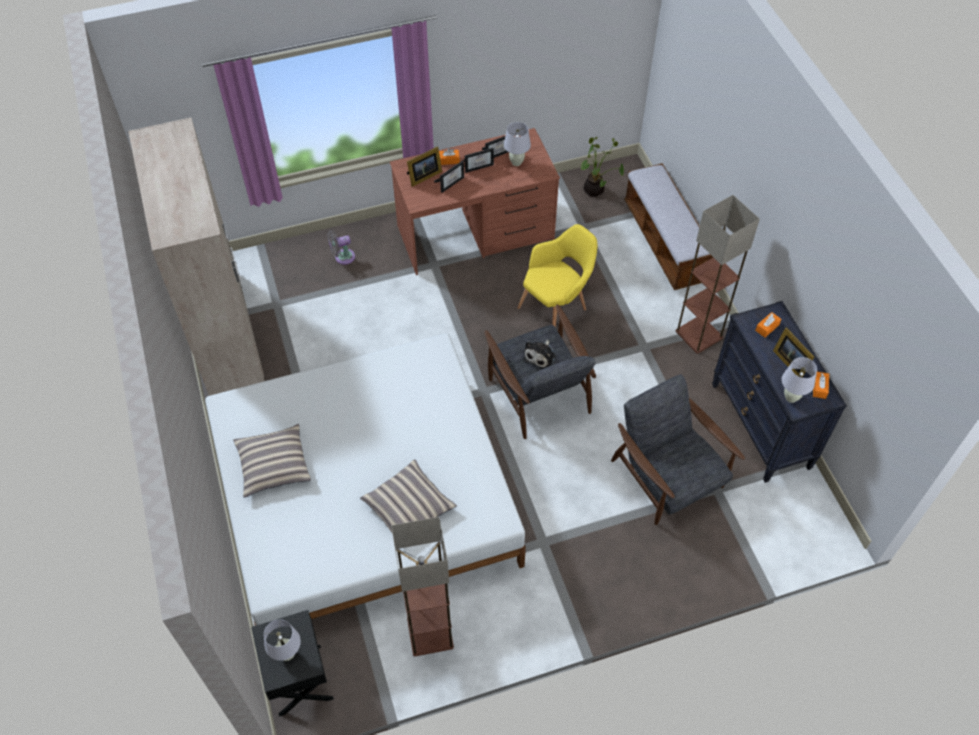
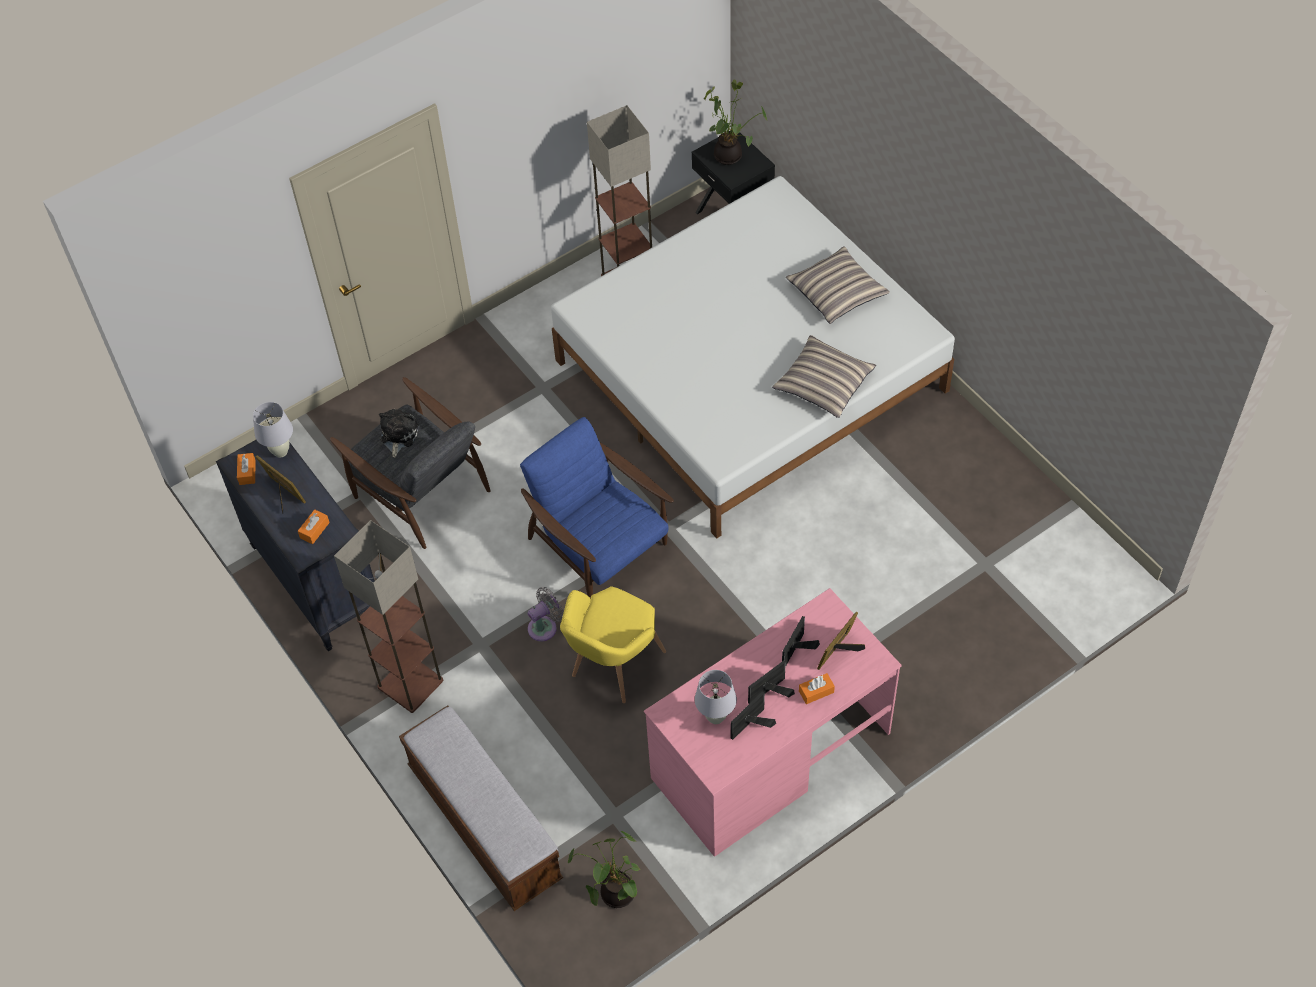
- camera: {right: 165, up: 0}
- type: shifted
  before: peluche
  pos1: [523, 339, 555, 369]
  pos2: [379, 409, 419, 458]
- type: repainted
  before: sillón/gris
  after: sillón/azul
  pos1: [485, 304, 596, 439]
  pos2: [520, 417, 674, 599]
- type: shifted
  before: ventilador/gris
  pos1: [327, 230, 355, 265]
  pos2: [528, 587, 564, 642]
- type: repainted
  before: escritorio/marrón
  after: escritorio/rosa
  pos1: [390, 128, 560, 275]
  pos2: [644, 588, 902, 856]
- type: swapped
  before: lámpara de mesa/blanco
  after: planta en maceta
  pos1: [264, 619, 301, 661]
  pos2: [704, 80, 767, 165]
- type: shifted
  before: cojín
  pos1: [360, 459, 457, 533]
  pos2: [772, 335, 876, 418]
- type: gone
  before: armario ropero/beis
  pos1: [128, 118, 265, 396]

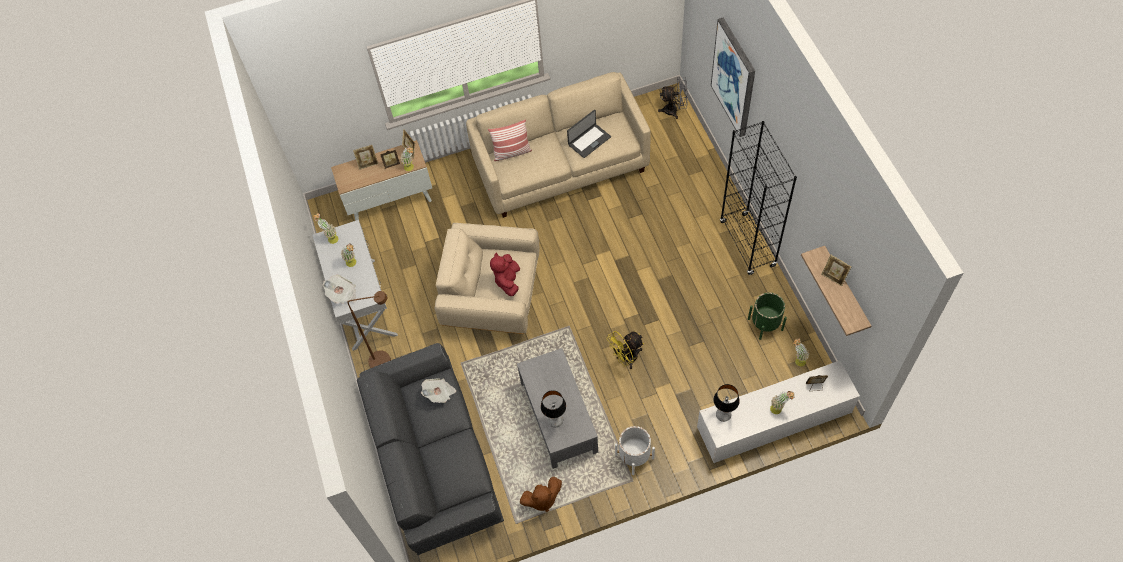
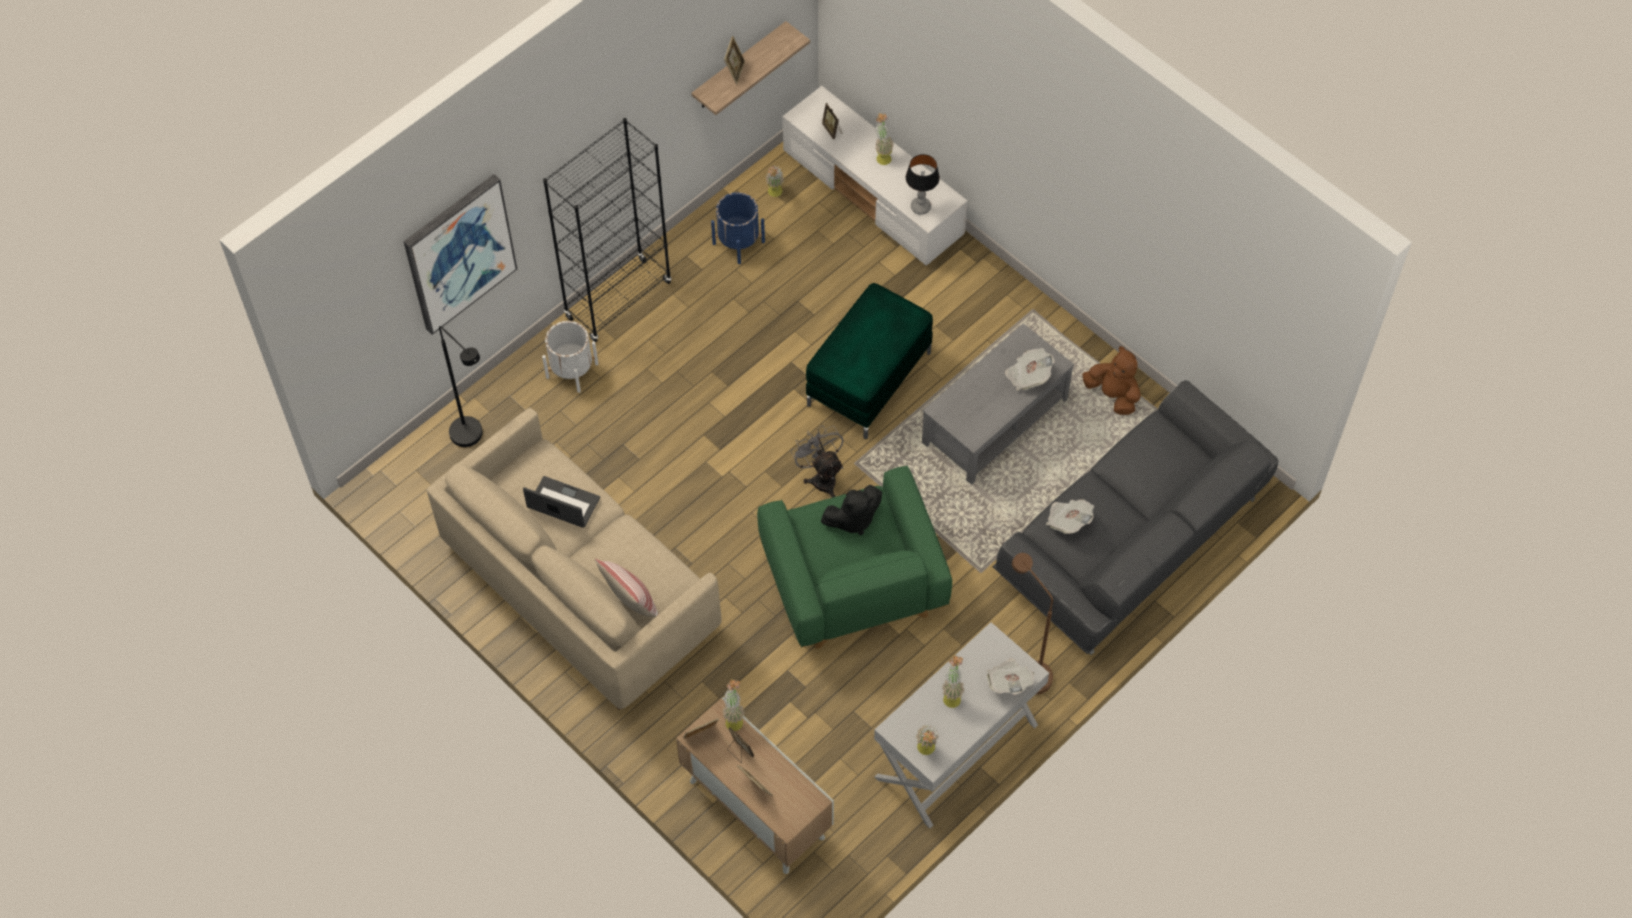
- camera: {right: -120, up: 0}
- type: new
  after: lámpara de pie/negro
  pos2: [439, 326, 483, 447]
- type: shifted
  before: maceta/blanco
  pos1: [615, 426, 655, 475]
  pos2: [542, 321, 598, 393]
- type: repainted
  before: maceta/verde
  after: maceta/azul
  pos1: [748, 292, 787, 340]
  pos2: [711, 192, 765, 264]
- type: repainted
  before: sillón/beis
  after: sillón/verde
  pos1: [434, 223, 540, 334]
  pos2: [757, 465, 952, 649]
- type: shifted
  before: ventilador/gris
  pos1: [658, 77, 688, 119]
  pos2: [790, 425, 843, 498]
- type: swapped
  before: ventilador/amarillo
  after: puf/verde
  pos1: [608, 331, 644, 369]
  pos2: [806, 283, 933, 439]
- type: repainted
  before: peluche/rojo
  after: peluche/negro
  pos1: [490, 253, 520, 296]
  pos2: [821, 485, 882, 535]
- type: swapped
  before: lámpara de mesa
  after: periódico
  pos1: [541, 390, 566, 427]
  pos2: [1005, 348, 1055, 391]

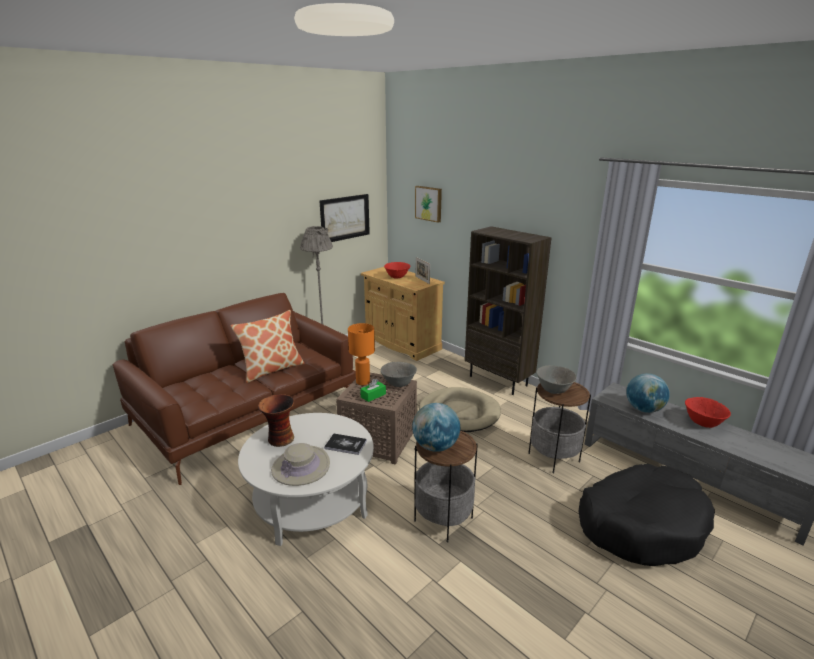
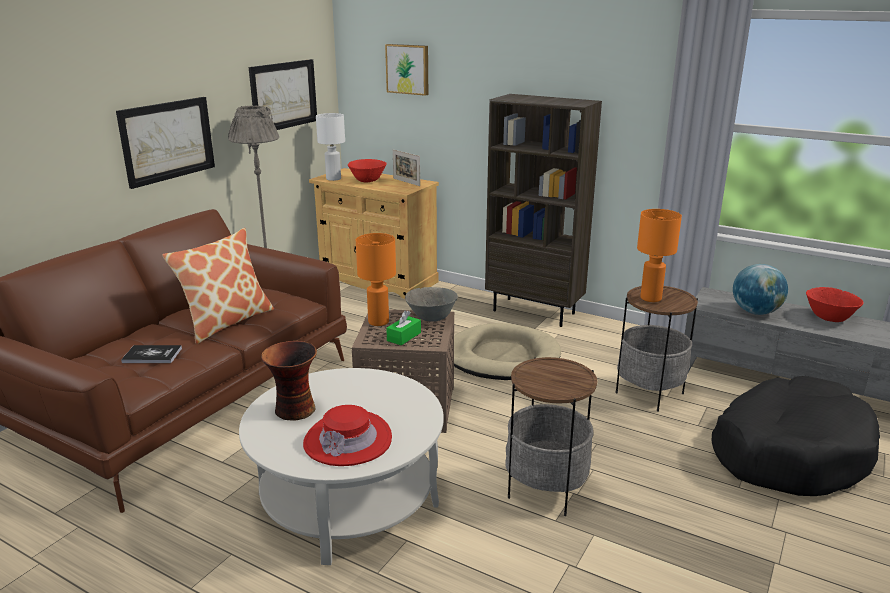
- camera: {right: -15, up: 0}
- type: new
  after: cuadro
  pos2: [116, 97, 215, 189]
- type: shifted
  before: libro
  pos1: [324, 433, 367, 455]
  pos2: [121, 345, 182, 363]
- type: repainted
  before: sombrero/beis
  after: sombrero/rojo
  pos1: [271, 443, 330, 486]
  pos2: [303, 405, 392, 466]
- type: new
  after: lámpara de mesa/blanco
  pos2: [316, 113, 345, 181]
- type: swapped
  before: cuenco/gris
  after: lámpara de mesa/naranja
  pos1: [537, 365, 577, 394]
  pos2: [637, 209, 682, 302]
- type: gone
  before: globo terráqueo
  pos1: [412, 403, 460, 452]

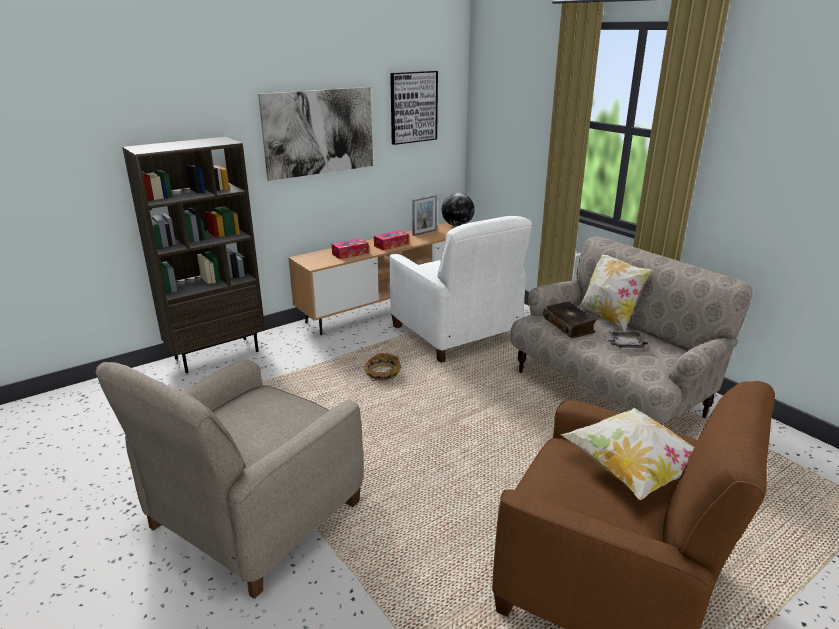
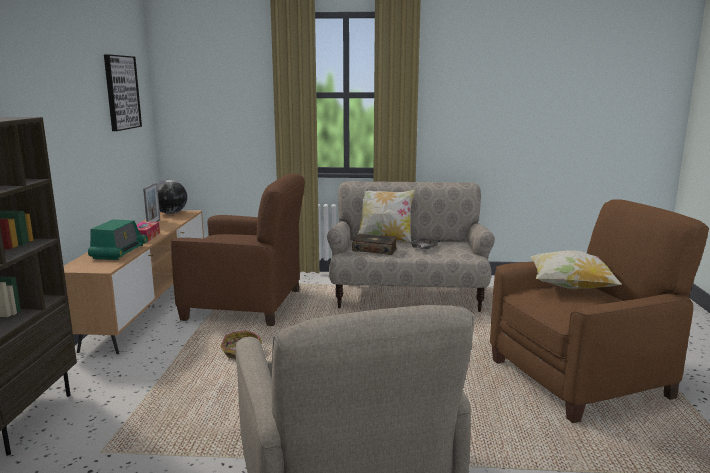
- camera: {right: -50, up: -10}
- type: swapped
  before: caja de pañuelos
  after: radio
  pos1: [332, 238, 369, 259]
  pos2: [88, 219, 148, 260]
- type: repainted
  before: sillón/blanco
  after: sillón/marrón
  pos1: [389, 216, 532, 363]
  pos2: [171, 174, 305, 326]
- type: gone
  before: cuadro
  pos1: [258, 87, 373, 181]

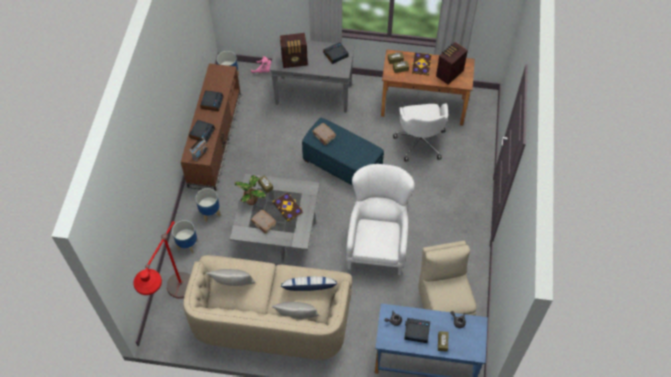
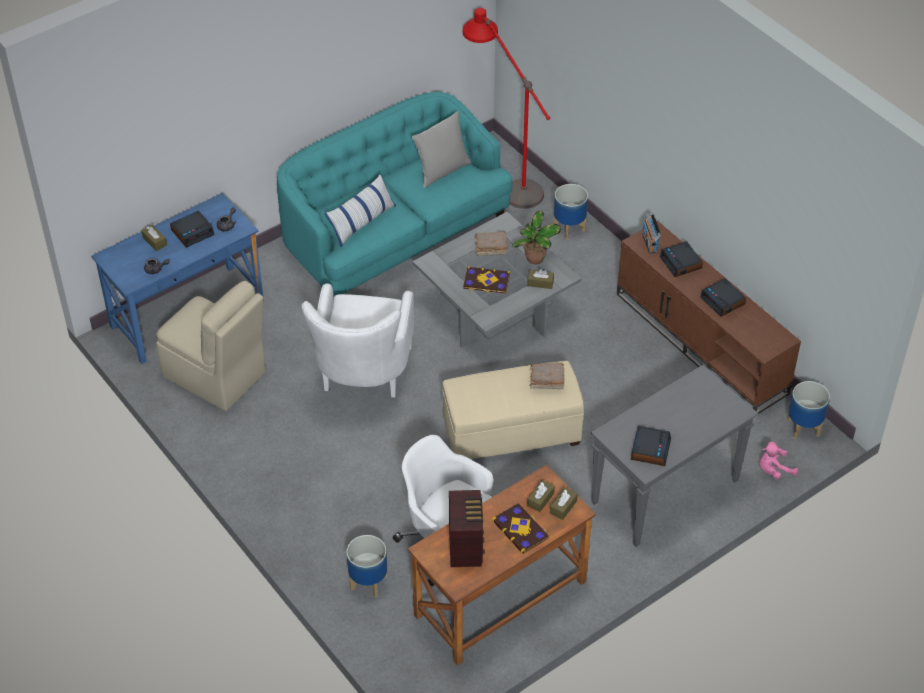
- camera: {right: 135, up: -10}
- type: repainted
  before: sofá/beis
  after: sofá/turquesa
  pos1: [183, 255, 352, 360]
  pos2: [277, 92, 512, 297]
- type: rotated
  before: sillón/blanco
  pos1: [346, 164, 414, 275]
  pos2: [302, 283, 414, 397]
  turn: 45
- type: shifted
  before: maceta
  pos1: [195, 188, 220, 222]
  pos2: [346, 535, 387, 598]
- type: repainted
  before: puf/azul
  after: puf/beis
  pos1: [302, 118, 384, 185]
  pos2: [442, 361, 584, 459]
- type: gone
  before: cojín/gris
  pos1: [271, 302, 319, 319]
- type: gone
  before: radio
  pos1: [280, 33, 308, 68]

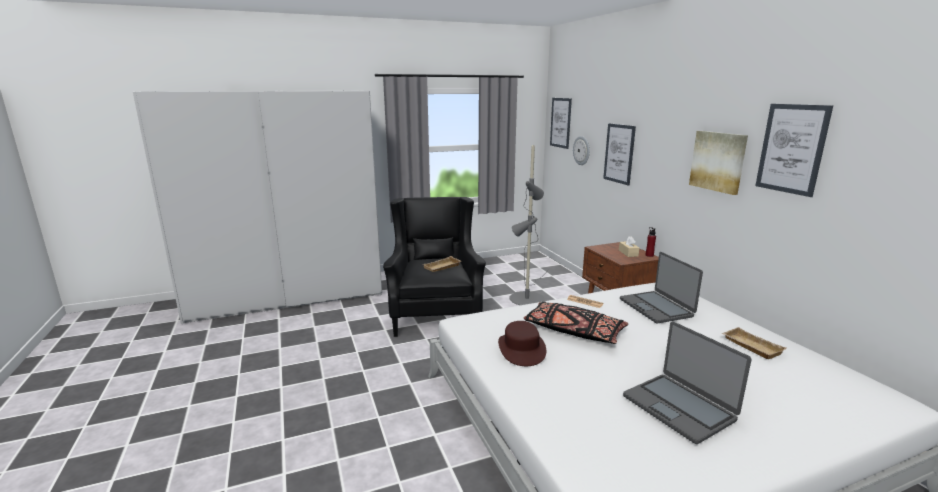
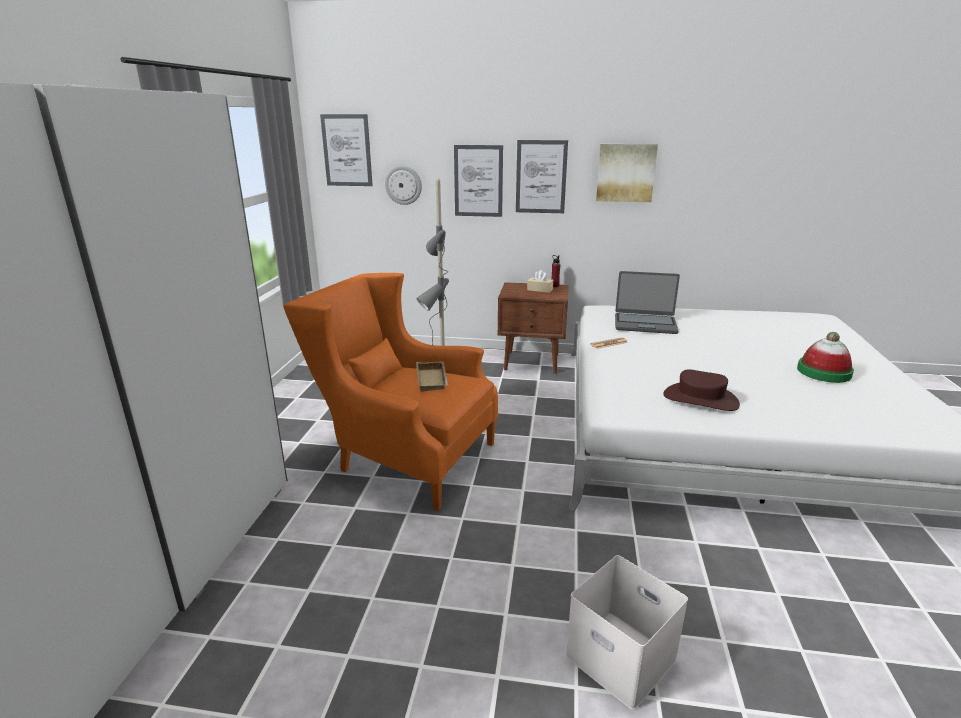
- camera: {right: -60, up: 5}
- type: repainted
  before: sillón/negro
  after: sillón/naranja
  pos1: [383, 197, 486, 337]
  pos2: [283, 273, 498, 511]
- type: shifted
  before: cuadro
  pos1: [755, 104, 833, 197]
  pos2: [516, 140, 568, 213]
- type: new
  after: caja de almacenaje/blanco
  pos2: [566, 555, 688, 710]
- type: swapped
  before: portátil
  after: sombrero
  pos1: [623, 321, 752, 444]
  pos2: [797, 332, 854, 383]
- type: gone
  before: cojín/negro
  pos1: [524, 302, 628, 344]
- type: gone
  before: bandeja/beis
  pos1: [722, 327, 786, 359]

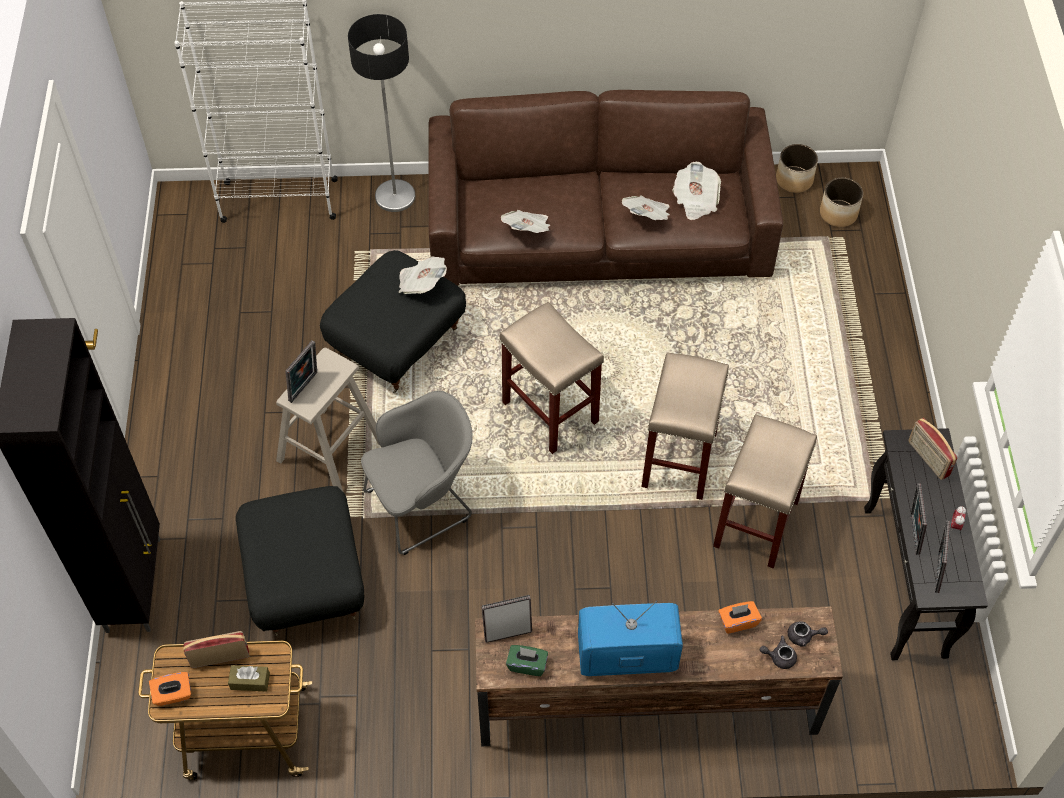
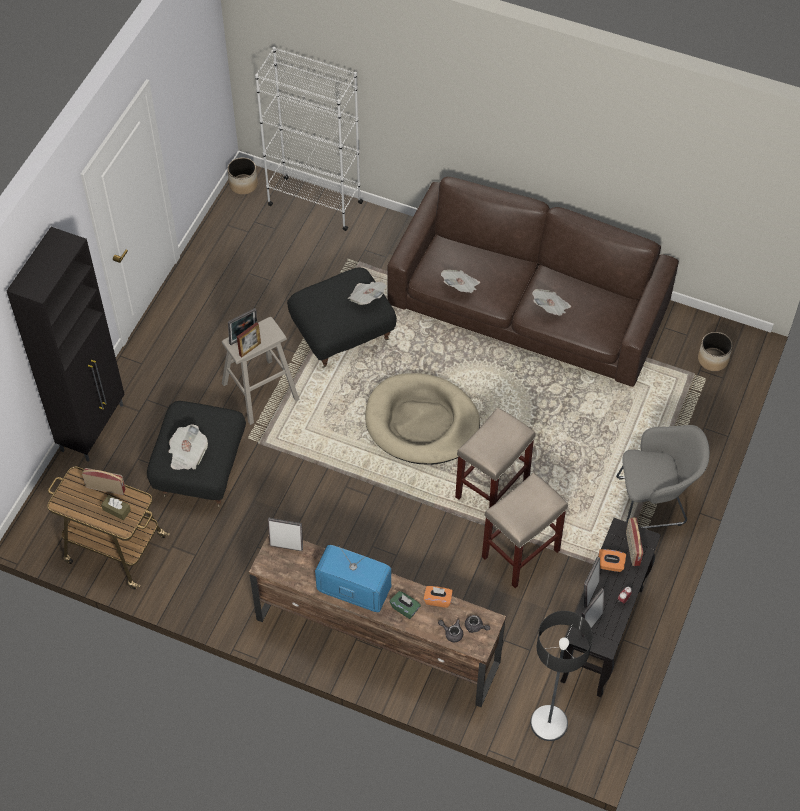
- camera: {right: 25, up: 0}
- type: shifted
  before: periódico
  pos1: [673, 162, 721, 220]
  pos2: [169, 425, 208, 470]
- type: shifted
  before: maceta
  pos1: [776, 144, 818, 193]
  pos2: [227, 158, 258, 195]
- type: new
  after: portarretratos
  pos2: [237, 322, 261, 358]
- type: swapped
  before: taburete/beis
  after: cama para perro/beis
  pos1: [500, 302, 604, 454]
  pos2: [365, 373, 480, 465]
- type: shifted
  before: caja de pañuelos/verde
  pos1: [506, 645, 548, 676]
  pos2: [390, 591, 421, 619]
- type: shifted
  before: lámpara de pie
  pos1: [348, 14, 415, 212]
  pos2: [530, 611, 593, 741]
- type: shifted
  before: caja de pañuelos/naranja
  pos1: [149, 672, 191, 706]
  pos2: [598, 549, 626, 572]
- type: shifted
  before: sillón/gris
  pos1: [361, 390, 473, 555]
  pos2: [616, 425, 710, 528]

